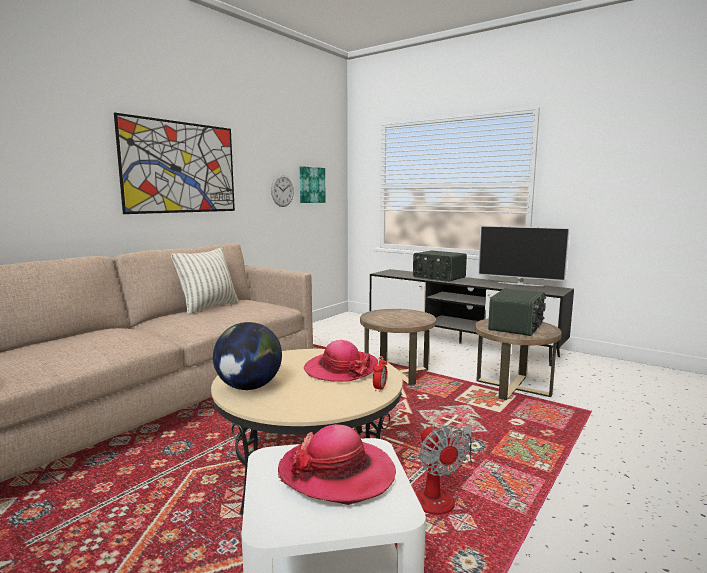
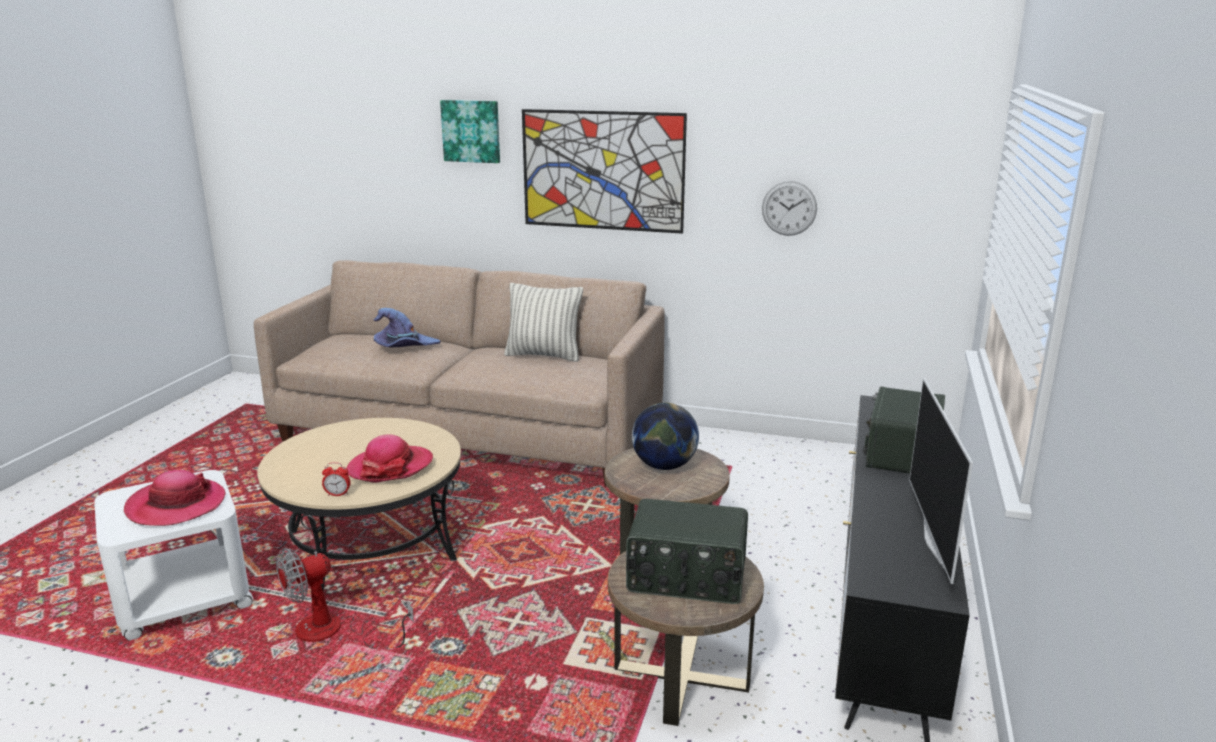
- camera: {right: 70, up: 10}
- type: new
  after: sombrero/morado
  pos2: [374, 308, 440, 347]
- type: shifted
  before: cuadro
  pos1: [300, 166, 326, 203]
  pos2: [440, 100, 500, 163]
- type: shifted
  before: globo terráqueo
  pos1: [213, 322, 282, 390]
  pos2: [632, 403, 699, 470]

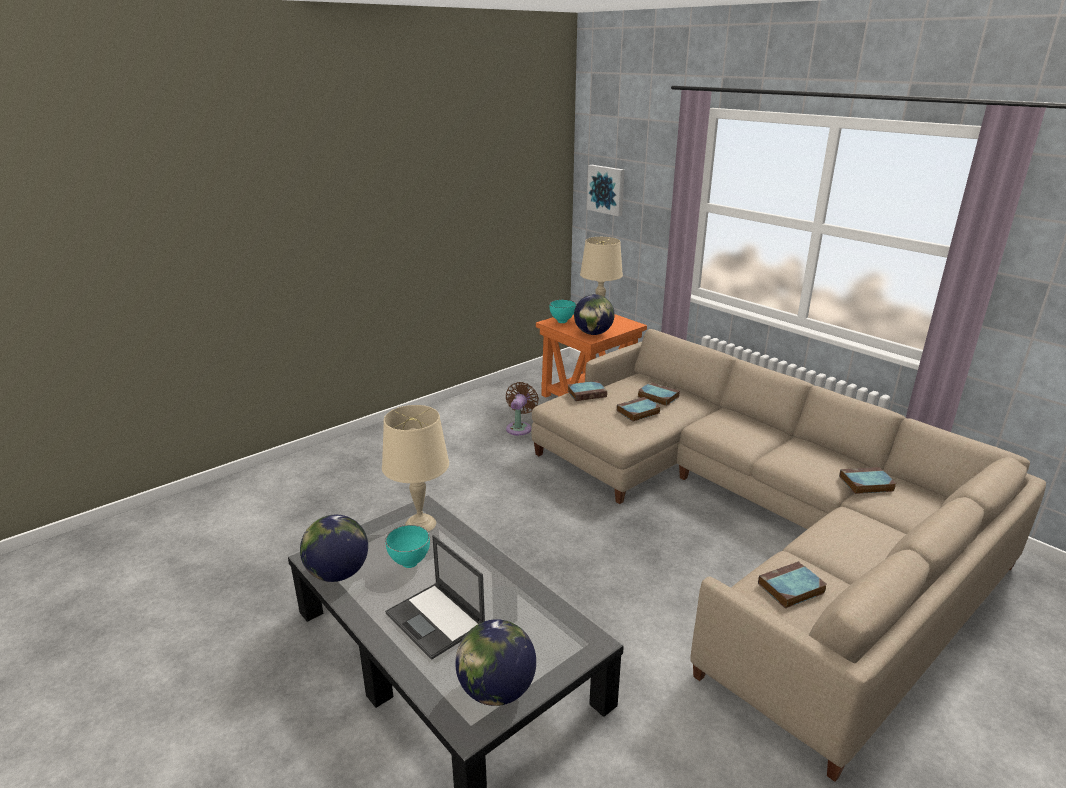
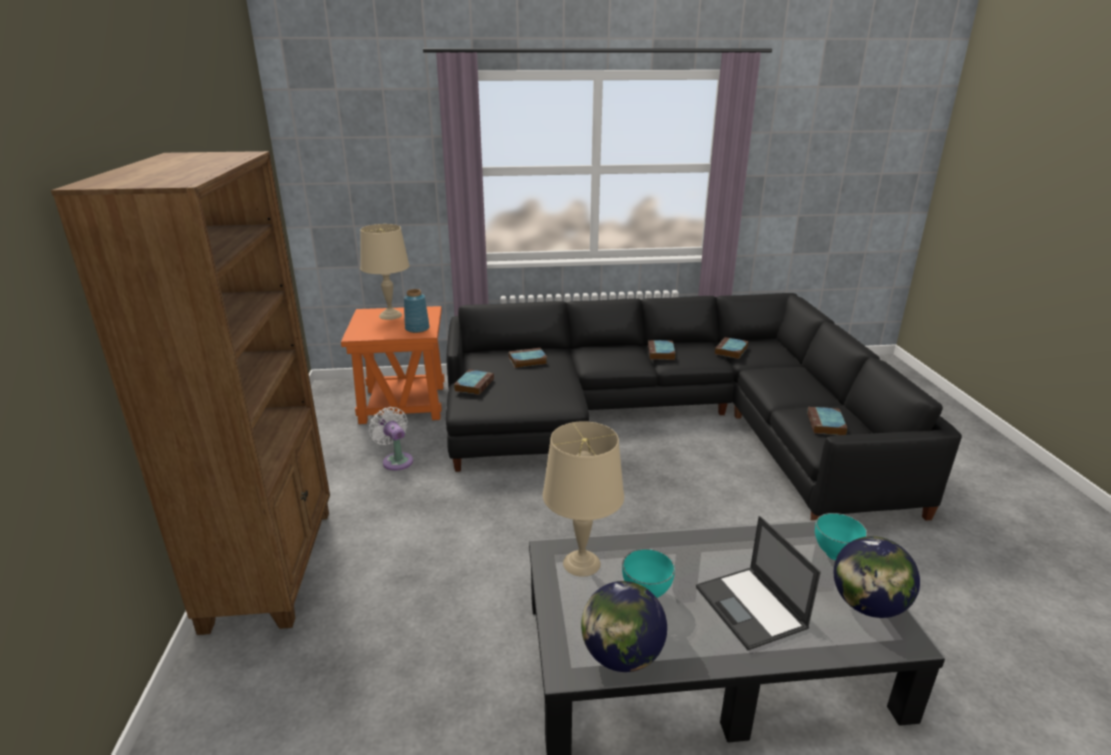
- camera: {right: -55, up: 0}
- type: new
  after: estantería/marrón
  pos2: [51, 151, 330, 635]
- type: repainted
  before: ventilador/marrón
  after: ventilador/blanco
  pos1: [506, 382, 539, 436]
  pos2: [369, 407, 413, 471]
- type: swapped
  before: globo terráqueo
  after: florero/azul
  pos1: [574, 294, 615, 335]
  pos2: [404, 289, 430, 333]
- type: repainted
  before: sofá/beis
  after: sofá/negro
  pos1: [531, 329, 1046, 782]
  pos2: [446, 293, 962, 521]
- type: shifted
  before: libro
  pos1: [617, 397, 661, 422]
  pos2: [648, 340, 676, 360]
- type: rotated
  before: portátil
  pos1: [385, 535, 485, 660]
  pos2: [696, 516, 821, 650]
  turn: 75
- type: shifted
  before: cuenco/turquesa
  pos1: [549, 300, 576, 323]
  pos2: [815, 513, 868, 560]
- type: gone
  before: cuadro
  pos1: [587, 165, 625, 216]

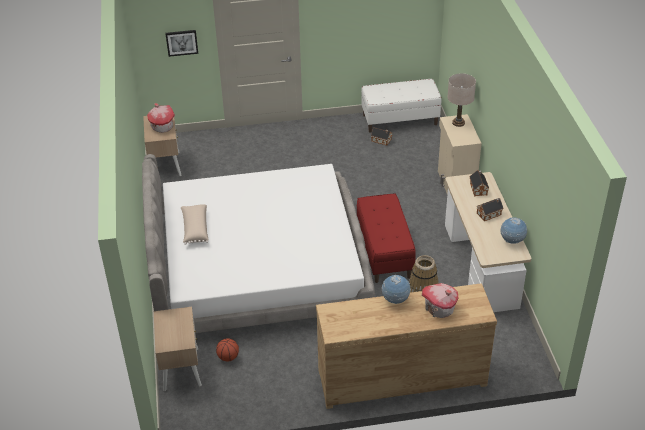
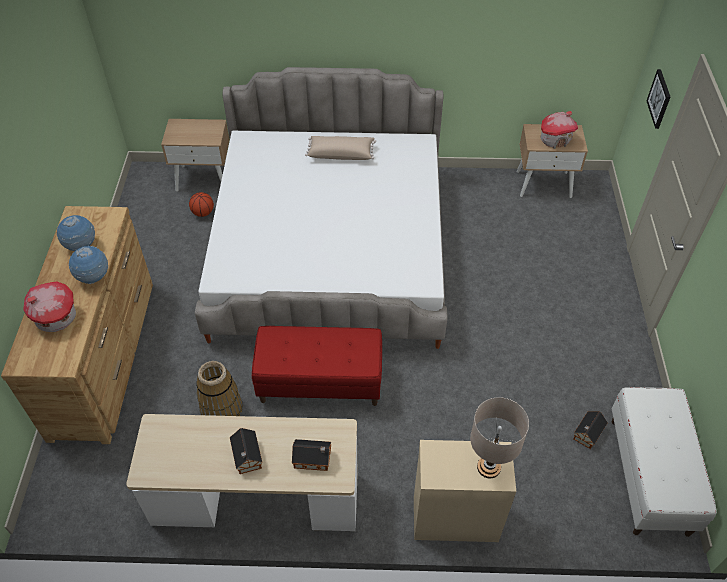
- camera: {right: 100, up: 10}
- type: shifted
  before: globo terráqueo
  pos1: [501, 217, 527, 244]
  pos2: [57, 215, 95, 251]

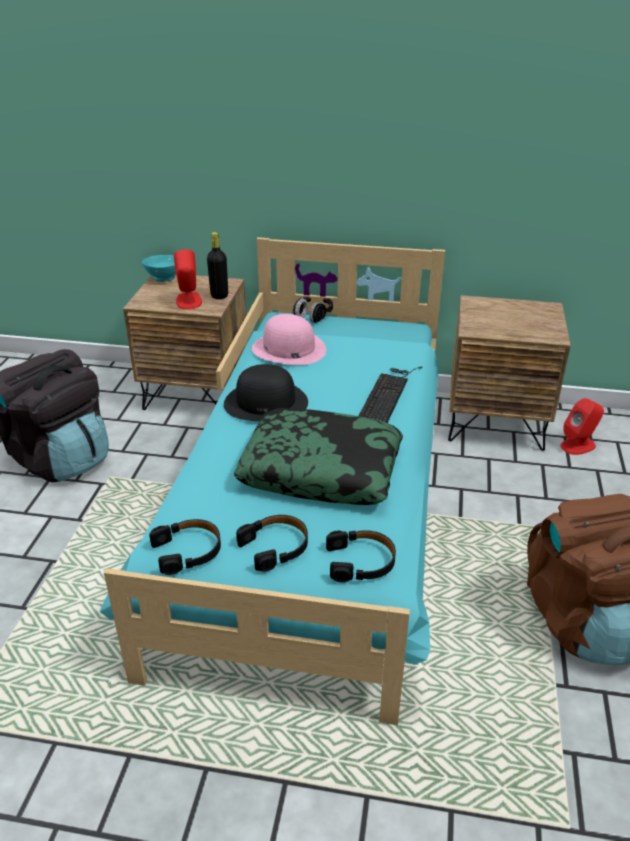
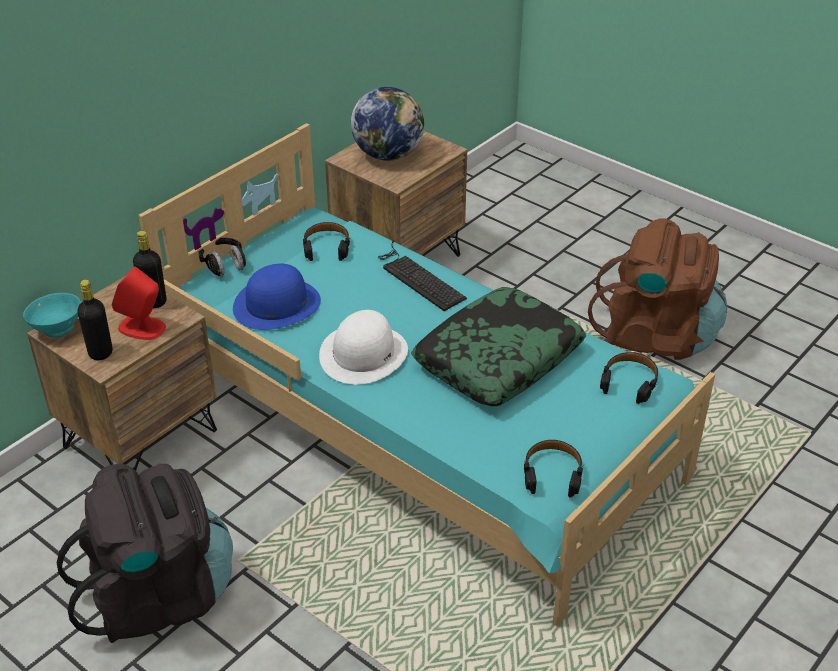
- camera: {right: -60, up: 5}
- type: new
  after: botella/negro
  pos2: [77, 279, 112, 360]
- type: repainted
  before: sombrero/rosa
  after: sombrero/azul
  pos1: [252, 314, 326, 365]
  pos2: [233, 264, 321, 330]
- type: shifted
  before: auriculares/negro
  pos1: [236, 515, 308, 572]
  pos2: [303, 222, 350, 261]
- type: repainted
  before: sombrero/negro
  after: sombrero/blanco
  pos1: [224, 364, 308, 421]
  pos2: [319, 310, 408, 384]
- type: new
  after: globo terráqueo
  pos2: [351, 87, 424, 161]
- type: gone
  before: altavoz/rojo
  pos1: [560, 398, 604, 455]

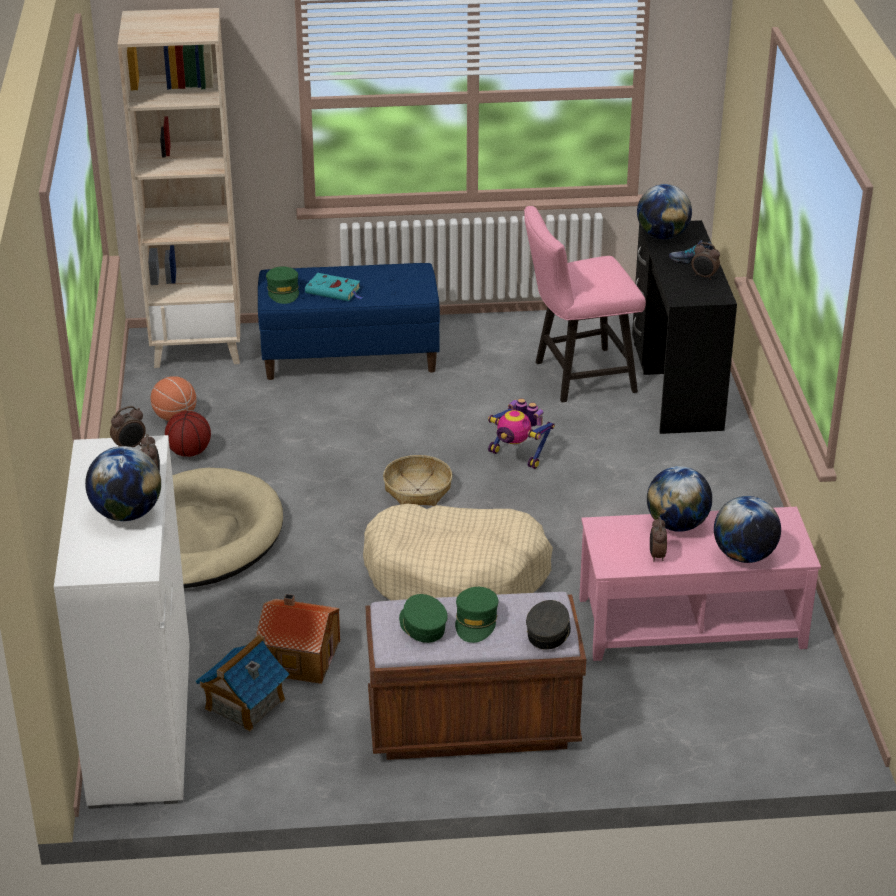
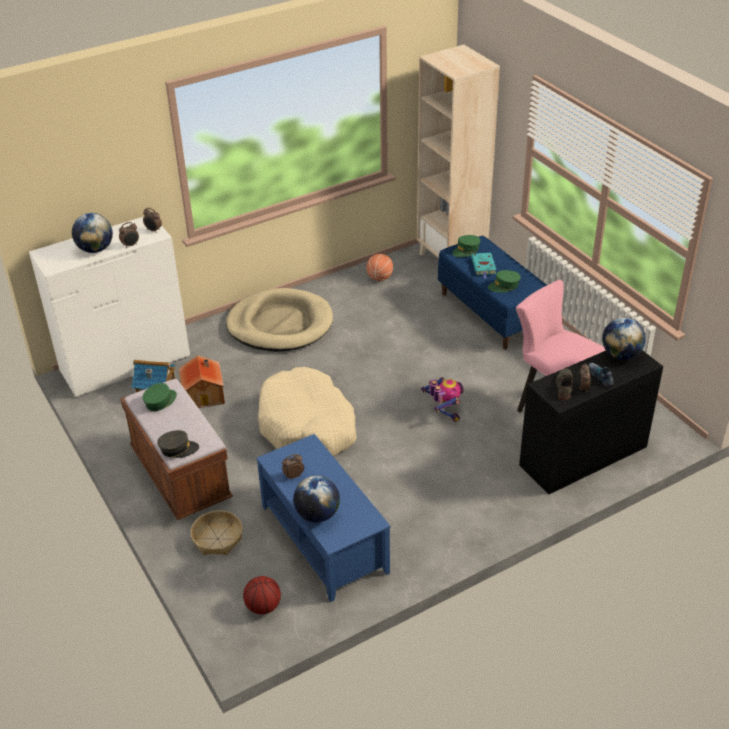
- camera: {right: 65, up: 5}
- type: shifted
  before: cesta
  pos1: [383, 455, 452, 506]
  pos2: [191, 510, 242, 555]
- type: shifted
  before: balón de baloncesto
  pos1: [165, 411, 211, 457]
  pos2: [243, 576, 281, 615]
- type: repainted
  before: mesa de centro/rosa
  after: mesa de centro/azul
  pos1: [579, 507, 821, 661]
  pos2: [256, 434, 390, 602]
- type: rotated
  before: robot de juguete
  pos1: [488, 398, 555, 469]
  pos2: [421, 377, 464, 422]
  turn: 150
- type: shifted
  before: gorra/verde
  pos1: [455, 587, 498, 643]
  pos2: [488, 270, 521, 292]
- type: new
  after: zapato/gris
  pos2: [556, 368, 574, 400]
- type: gone
  before: globo terráqueo
  pos1: [647, 466, 712, 532]

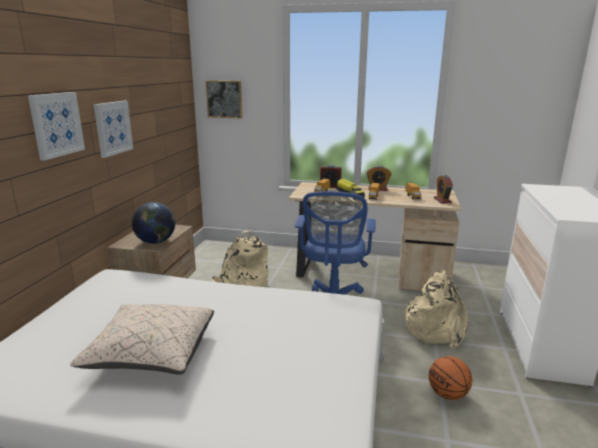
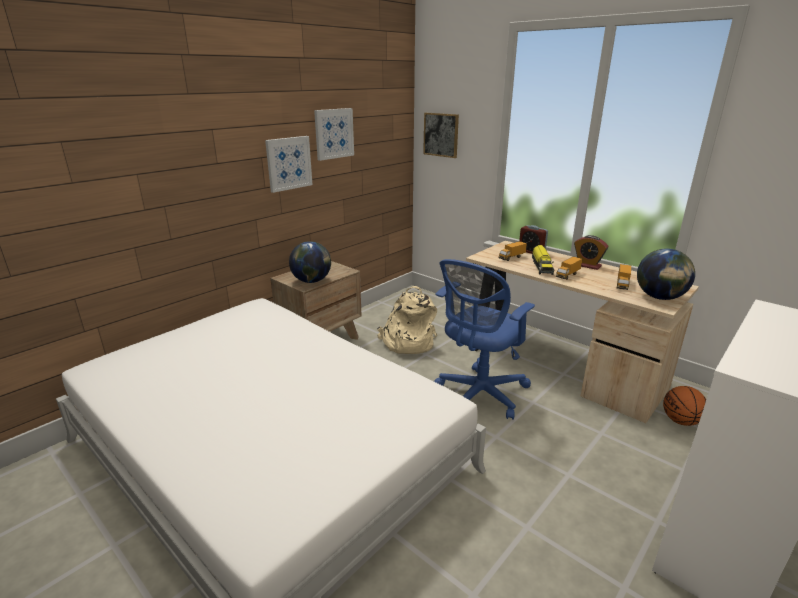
- camera: {right: 30, up: 5}
- type: shifted
  before: cuadro
  pos1: [28, 92, 85, 161]
  pos2: [314, 108, 354, 161]
- type: swapped
  before: despertador
  after: globo terráqueo
  pos1: [434, 175, 453, 203]
  pos2: [637, 249, 695, 300]
- type: shifted
  before: balón de baloncesto
  pos1: [429, 356, 472, 400]
  pos2: [663, 386, 706, 426]
- type: gone
  before: cojín/beis
  pos1: [70, 304, 214, 375]
- type: gone
  before: mochila/beis
  pos1: [403, 270, 467, 349]

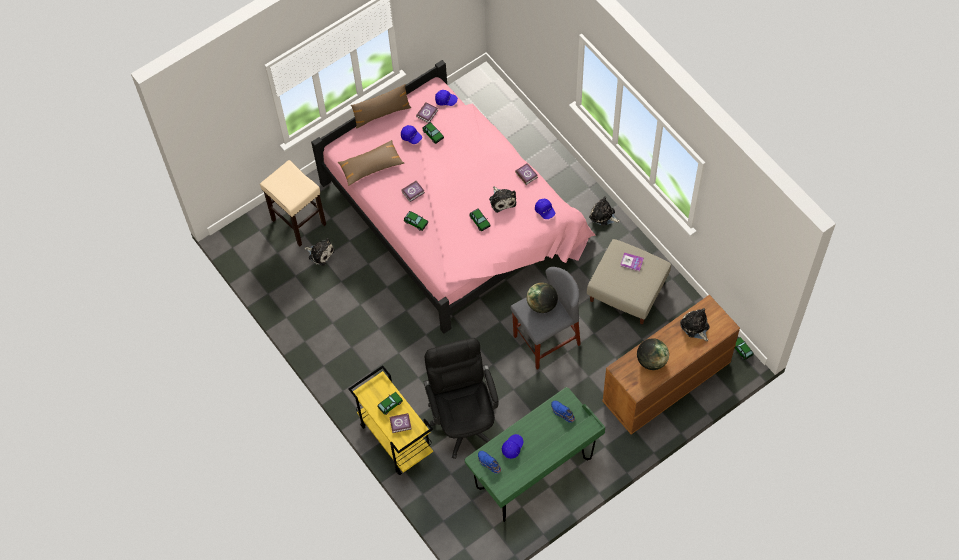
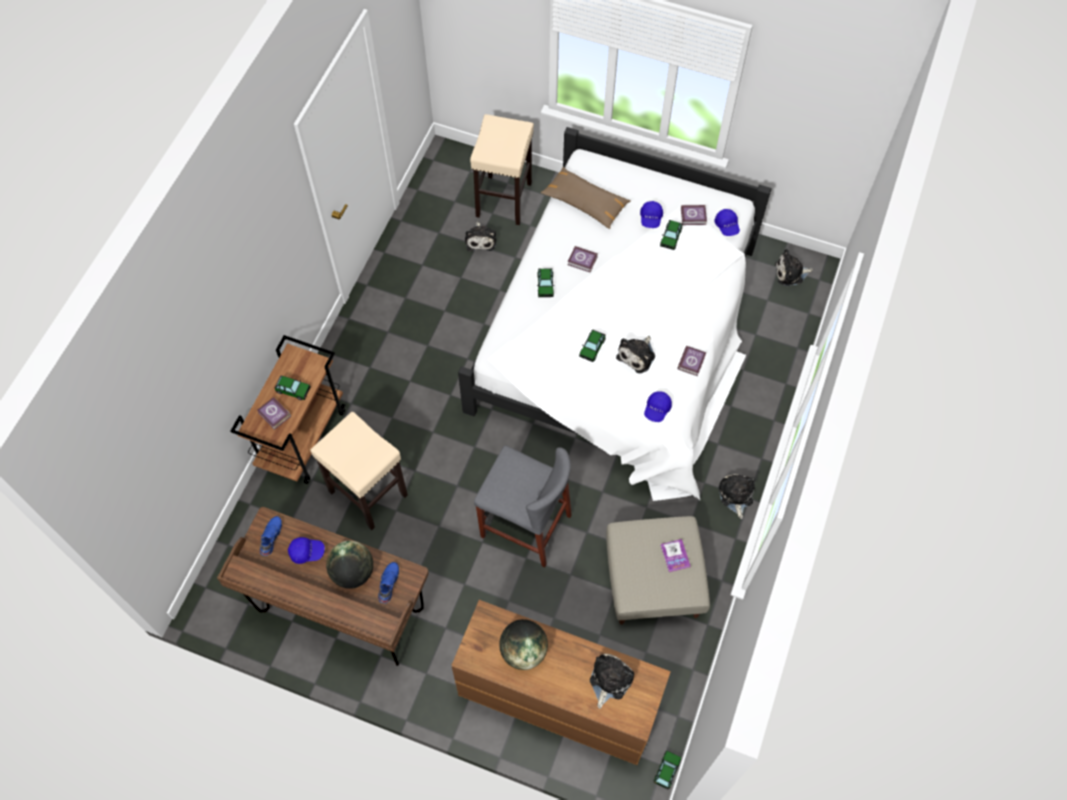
- camera: {right: 55, up: 0}
- type: repainted
  before: escritorio/verde
  after: escritorio/marrón
  pos1: [465, 387, 605, 522]
  pos2: [217, 507, 429, 666]
- type: repainted
  before: carrito/amarillo
  after: carrito/marrón
  pos1: [348, 365, 433, 475]
  pos2: [230, 335, 345, 484]
- type: swapped
  before: silla de oficina/negro
  after: taburete/beis
  pos1: [423, 338, 499, 459]
  pos2: [310, 412, 408, 530]
- type: shifted
  before: globo terráqueo
  pos1: [527, 282, 558, 313]
  pos2: [326, 541, 373, 589]
- type: repainted
  before: cama/rosa
  after: cama/blanco
  pos1: [311, 60, 596, 334]
  pos2: [458, 127, 771, 501]
- type: new
  after: peluche
  pos2: [775, 249, 813, 286]
- type: gone
  before: cojín/marrón
  pos1: [351, 84, 412, 129]

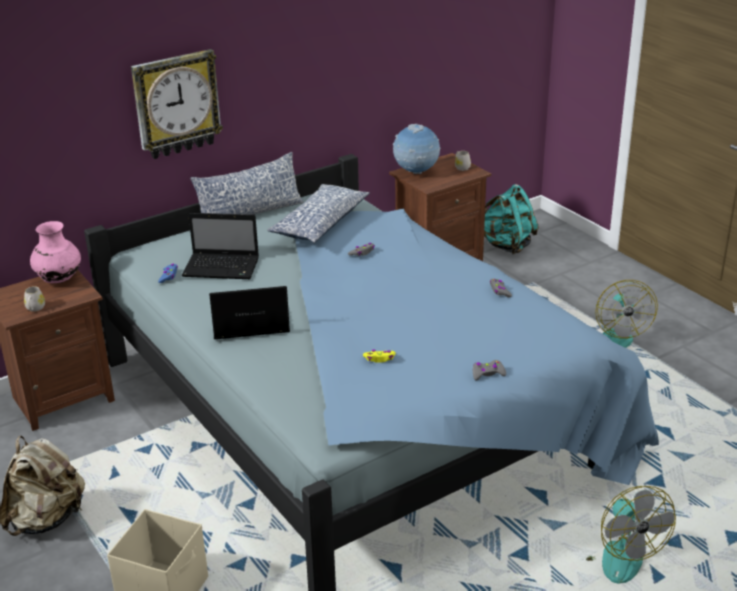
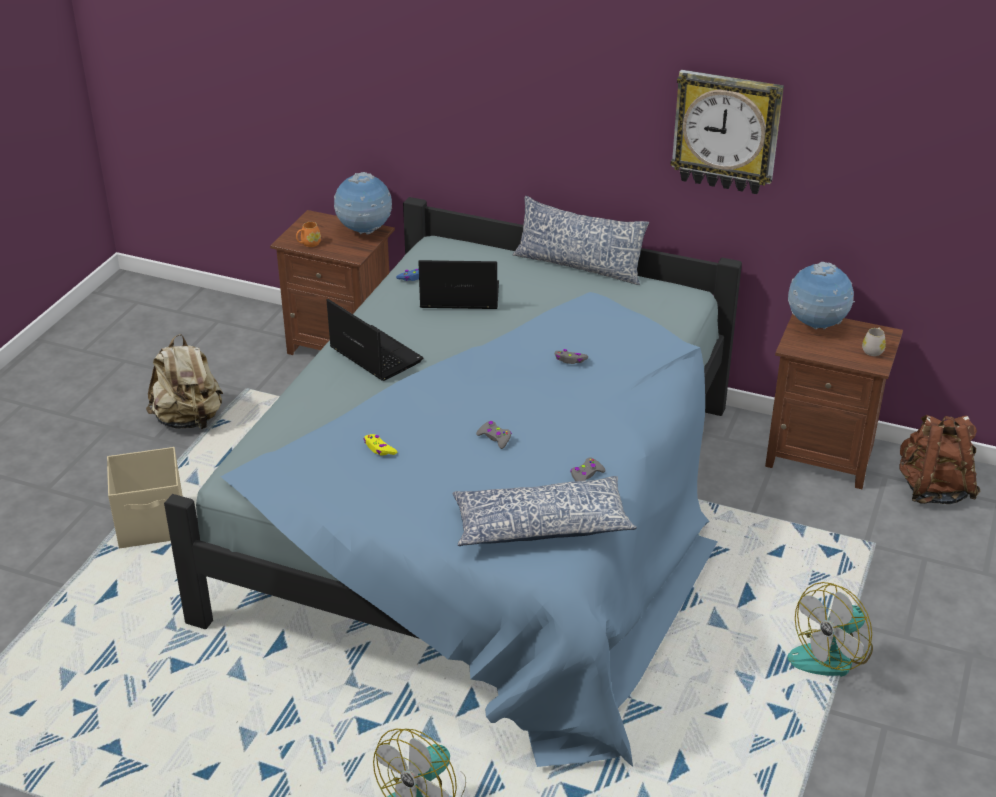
- camera: {right: 55, up: 5}
- type: repainted
  before: taza grande/blanco
  after: taza grande/naranja
  pos1: [24, 286, 45, 312]
  pos2: [296, 222, 321, 247]
- type: swapped
  before: florero/rosa
  after: globo terráqueo
  pos1: [30, 221, 81, 283]
  pos2: [334, 172, 392, 235]
- type: rotated
  before: portátil
  pos1: [182, 213, 259, 279]
  pos2: [418, 260, 499, 309]
  turn: 120
- type: shifted
  before: cojín
  pos1: [267, 184, 370, 243]
  pos2: [453, 476, 637, 546]
- type: shifted
  before: mando de consola/gris
  pos1: [473, 360, 506, 380]
  pos2: [476, 421, 512, 449]
- type: shifted
  before: reloj de pared
  pos1: [131, 49, 223, 159]
  pos2: [670, 70, 784, 194]
- type: repainted
  before: mochila/turquesa
  after: mochila/marrón
  pos1: [484, 184, 539, 254]
  pos2: [899, 415, 981, 504]

